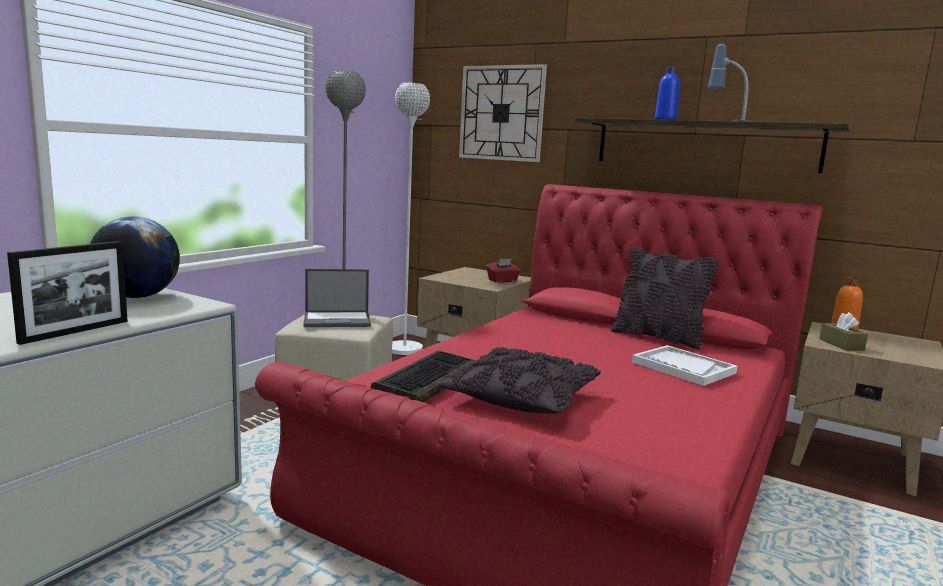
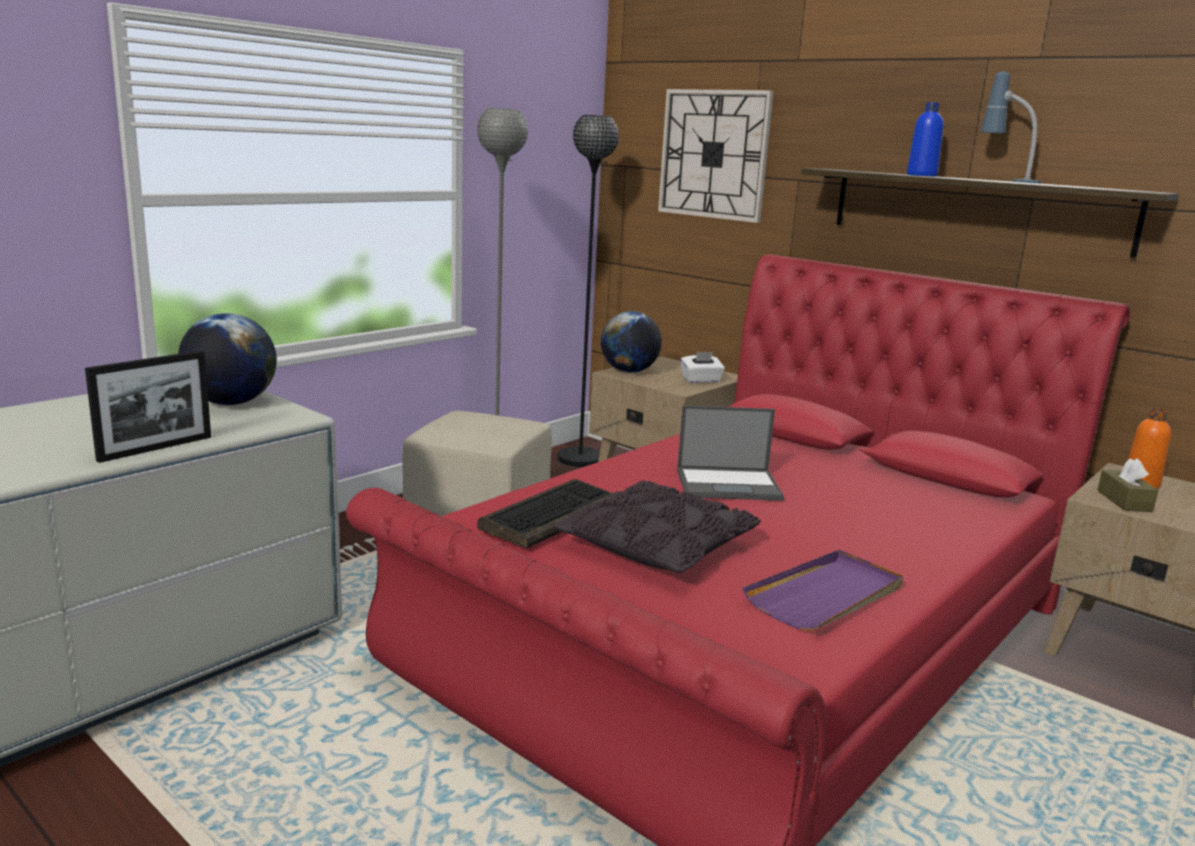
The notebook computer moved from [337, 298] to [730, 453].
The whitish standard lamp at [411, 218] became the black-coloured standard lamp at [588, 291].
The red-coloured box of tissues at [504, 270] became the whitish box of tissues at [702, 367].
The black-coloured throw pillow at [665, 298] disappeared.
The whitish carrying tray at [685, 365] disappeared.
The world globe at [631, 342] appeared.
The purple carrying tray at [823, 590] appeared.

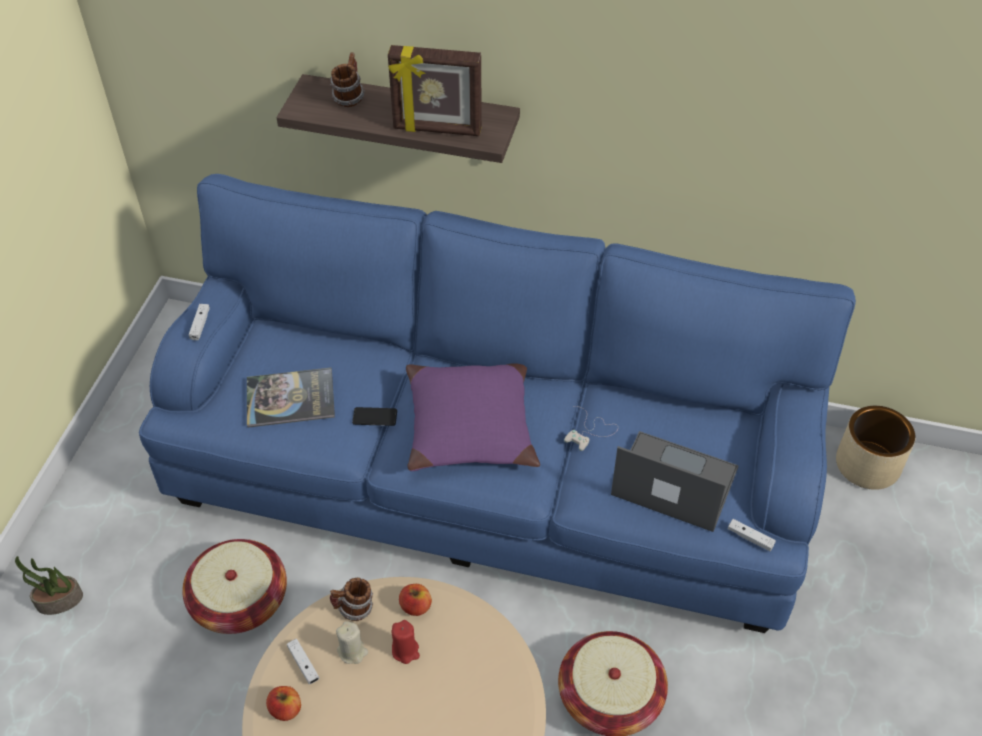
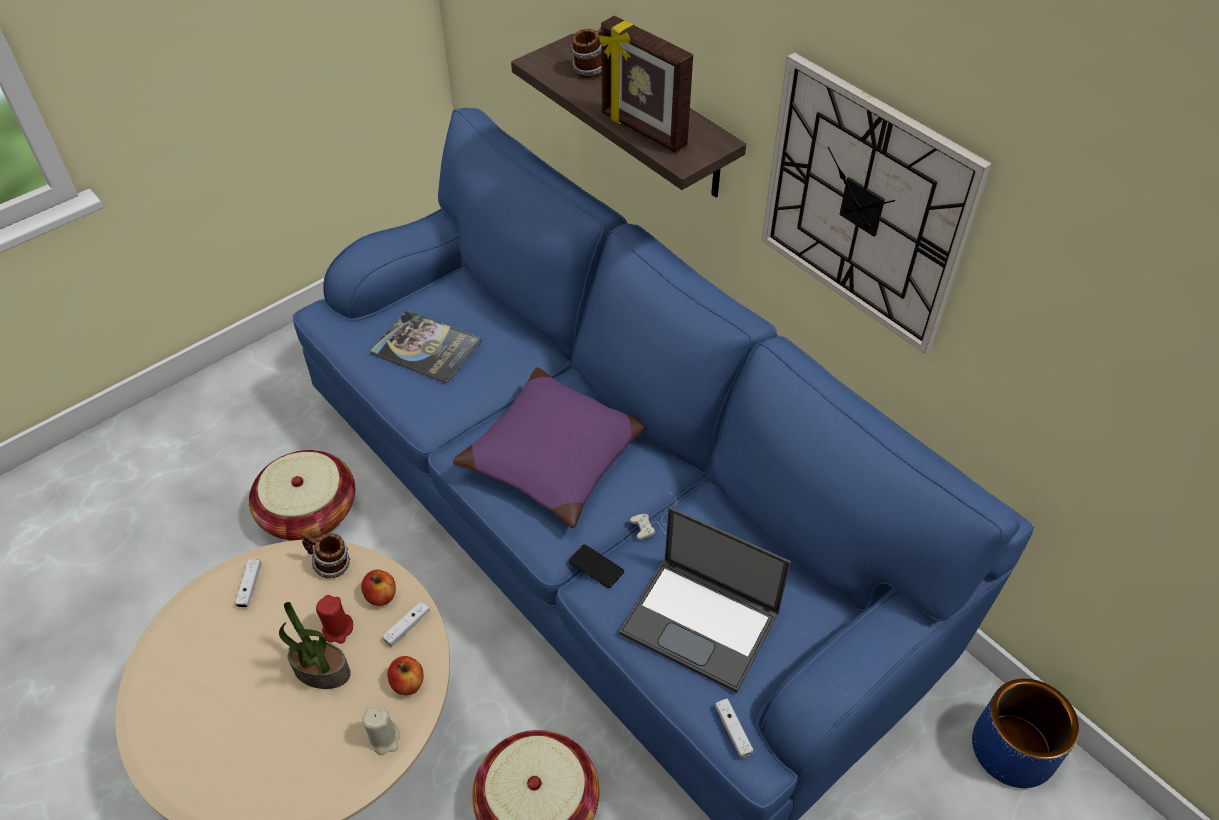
The plant in a pot moved from [49, 585] to [315, 645].
The whitish gamepad moved from [199, 322] to [406, 624].
The apple moved from [283, 703] to [405, 675].
The beige-coloured wax candle moved from [352, 642] to [381, 730].
The handset moved from [374, 416] to [596, 566].
The notebook computer at [675, 481] turned 150 degrees clockwise.
The beige-coloured plant pot at [876, 447] became the blue-coloured plant pot at [1025, 733].
The wall clock at [876, 203] appeared.

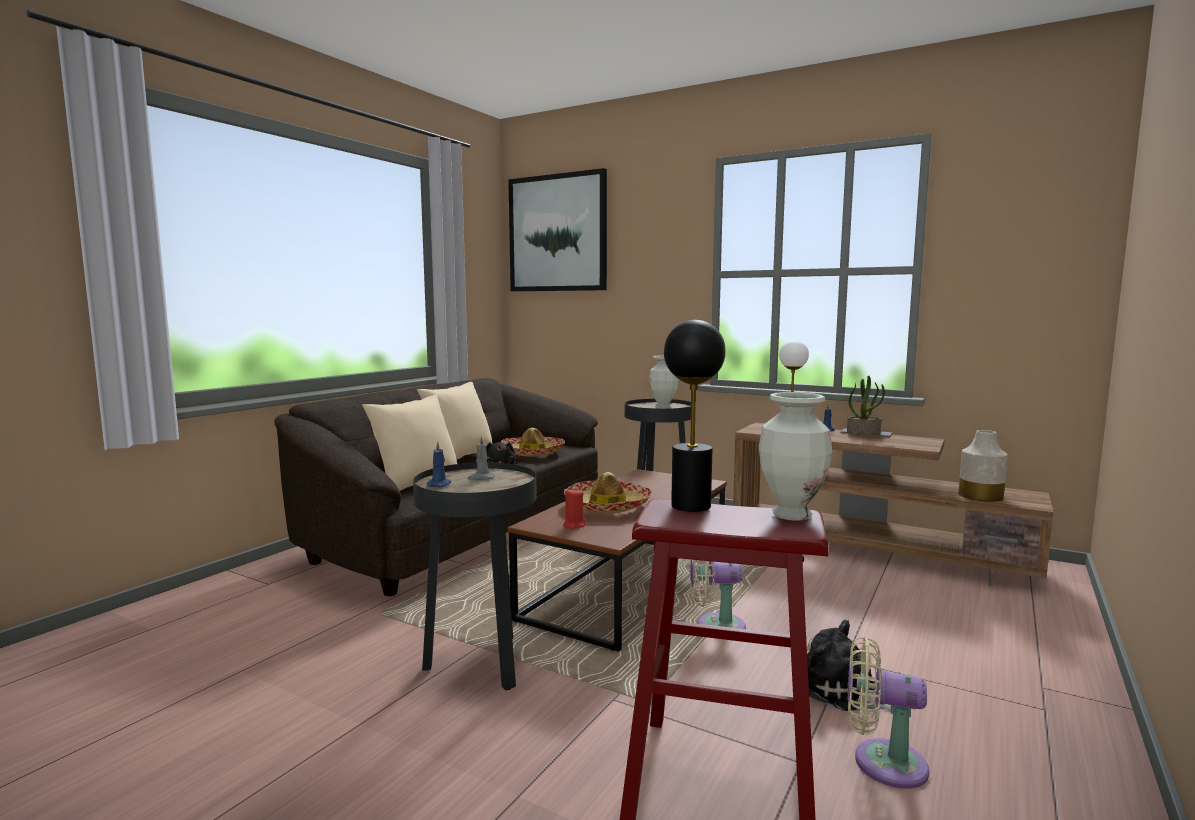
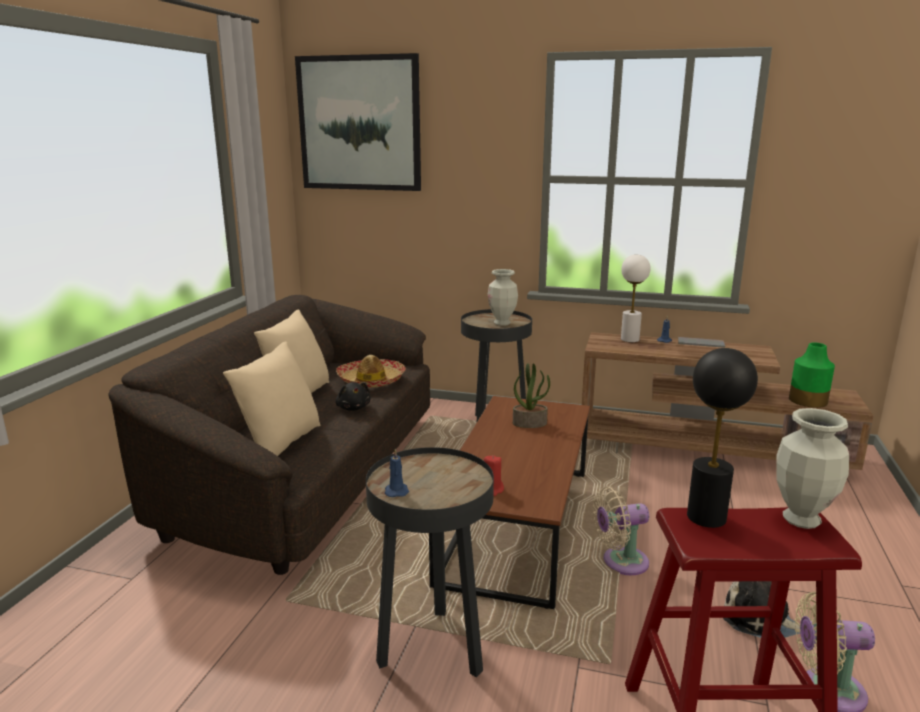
The grey wax candle at [481, 458] disappeared.
The clothing hat at [608, 492] disappeared.
The plant in a pot moved from [866, 405] to [531, 395].
The beige-coloured decorative vase at [983, 466] became the greenish decorative vase at [812, 375].

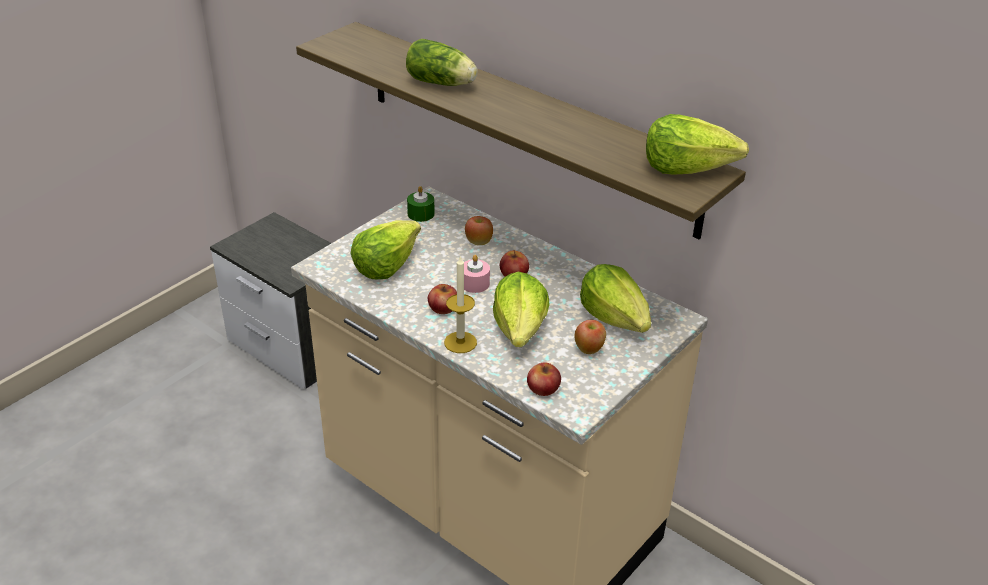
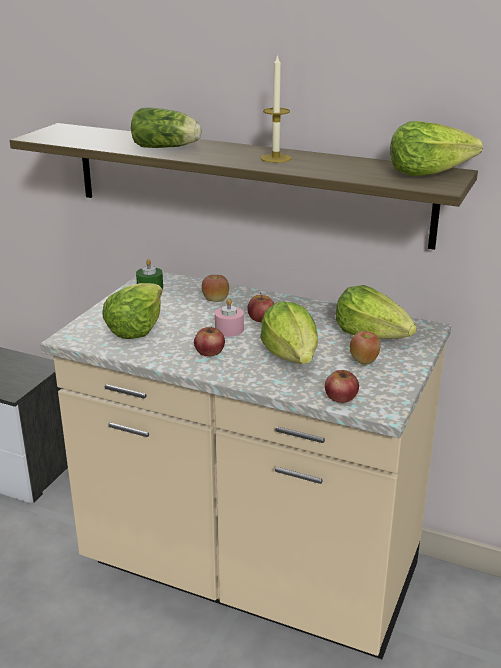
The wax candle moved from [460, 304] to [276, 108].

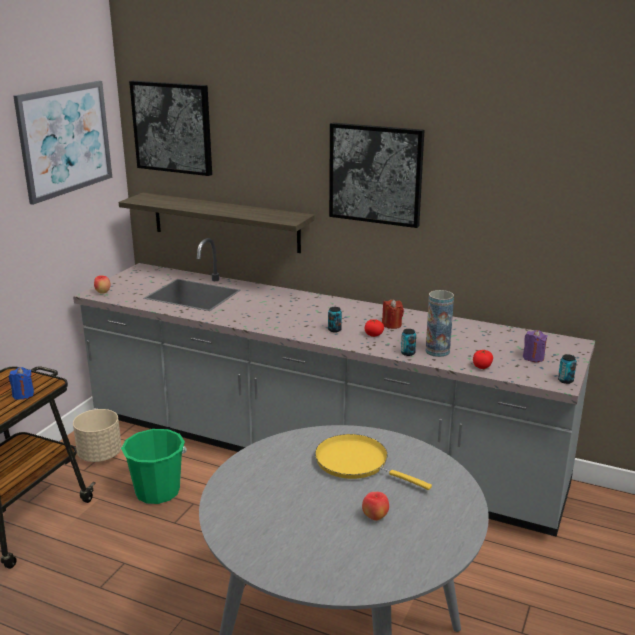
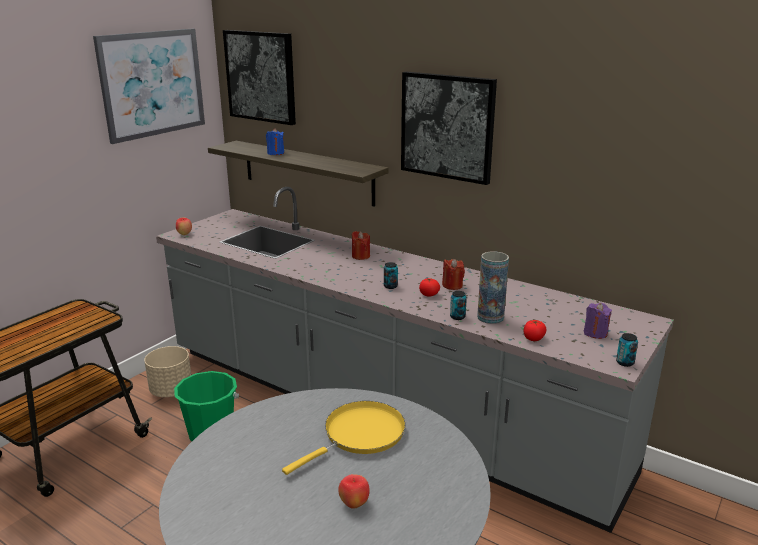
The blue-coloured wax candle moved from [21, 383] to [275, 141].
The yellow frying pan at [373, 462] turned 90 degrees clockwise.
The red-coloured wax candle at [361, 245] appeared.

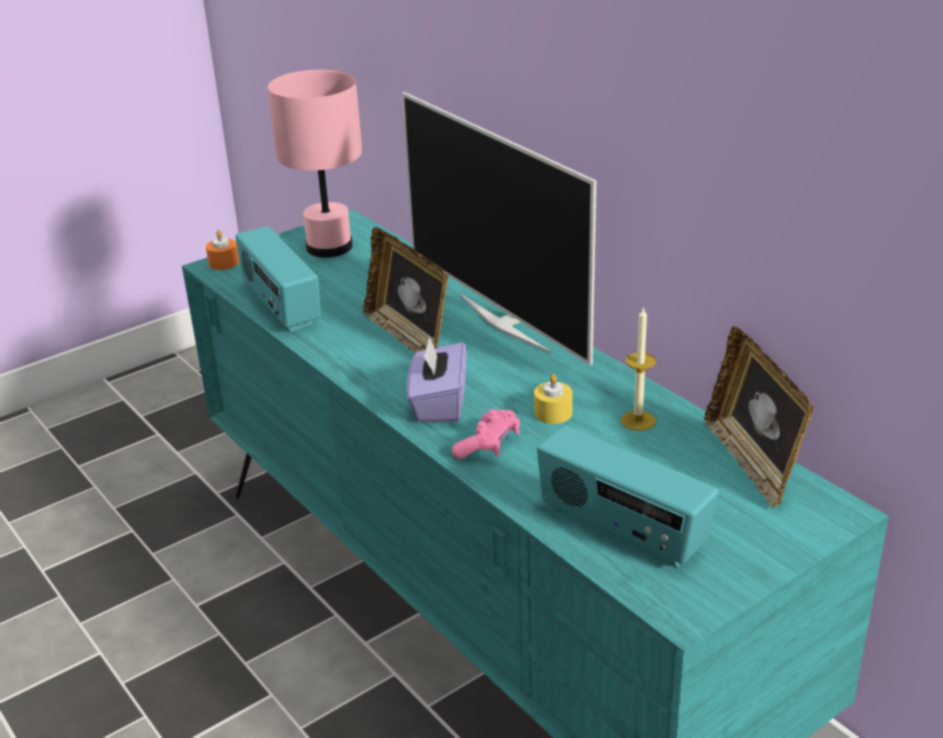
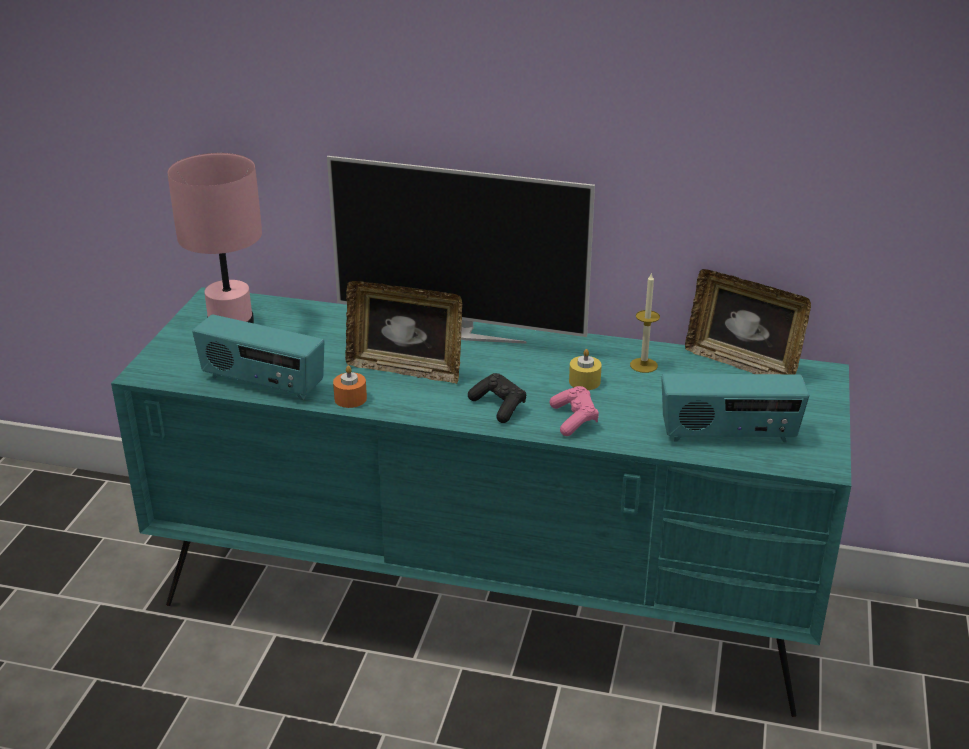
The orangey wax candle moved from [222, 250] to [350, 387].
The purple box of tissues at [437, 379] was replaced by the black-coloured gamepad at [497, 398].

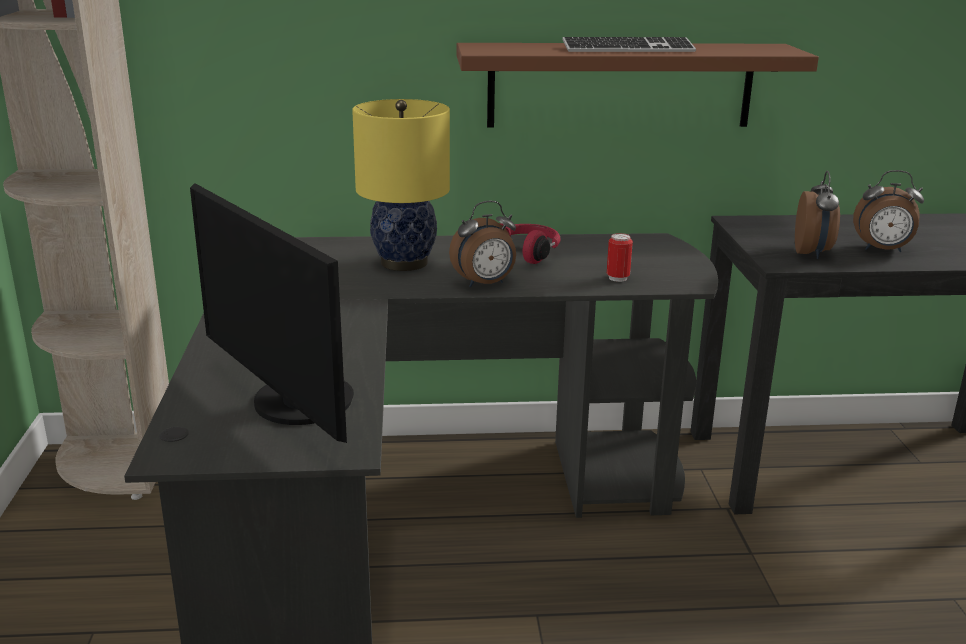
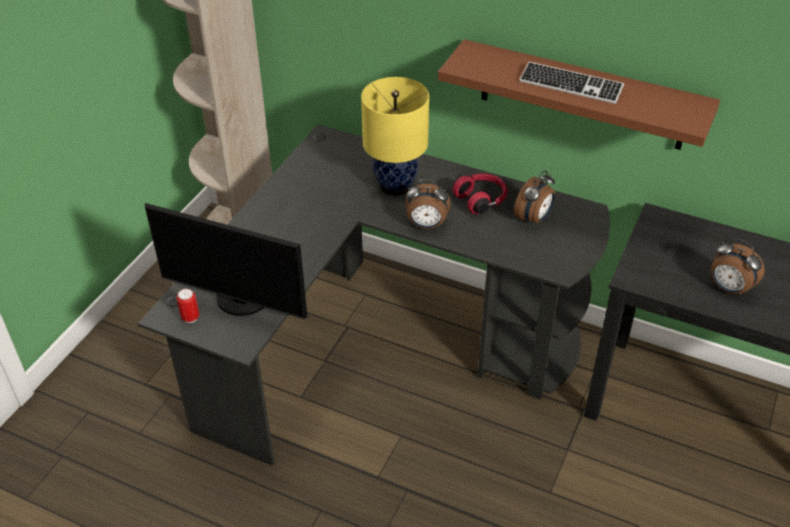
The computer screen at [272, 313] turned 60 degrees counterclockwise.
The metal can moved from [620, 257] to [188, 306].
The alarm clock moved from [817, 215] to [534, 198].

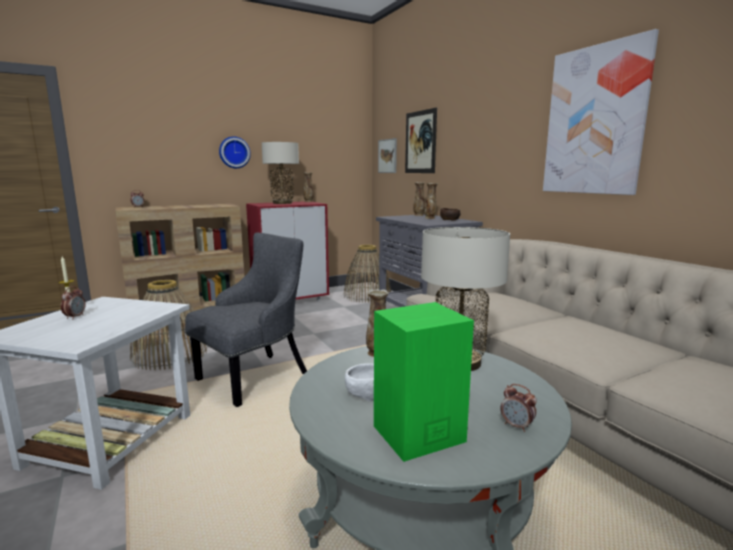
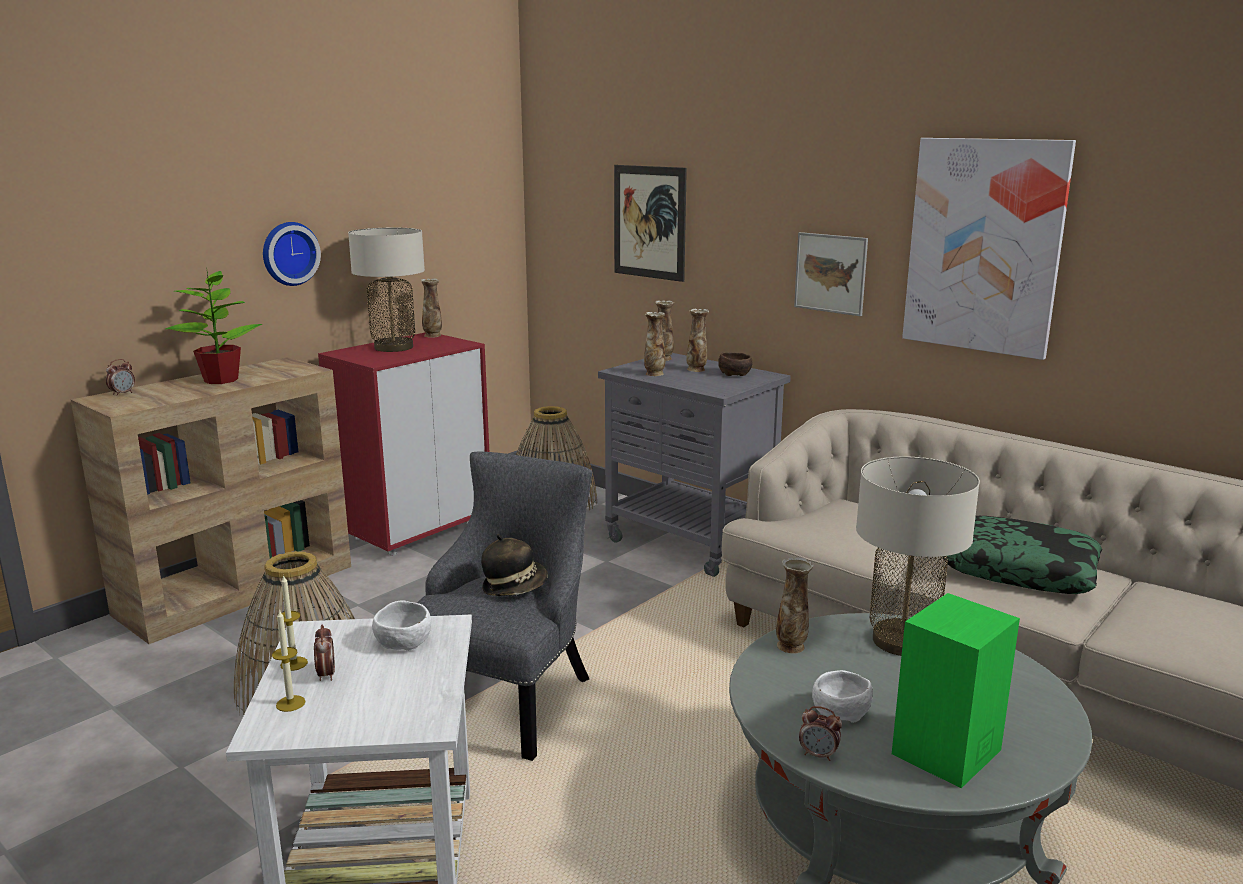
The picture moved from [387, 155] to [831, 274].
The alarm clock moved from [518, 408] to [820, 733].
The plant in a pot at [214, 325] appeared.
The wax candle at [289, 661] appeared.
The whitish bowl at [401, 625] appeared.
The clothing hat at [514, 565] appeared.
The decorative vase at [654, 344] appeared.
The throw pillow at [1022, 555] appeared.

